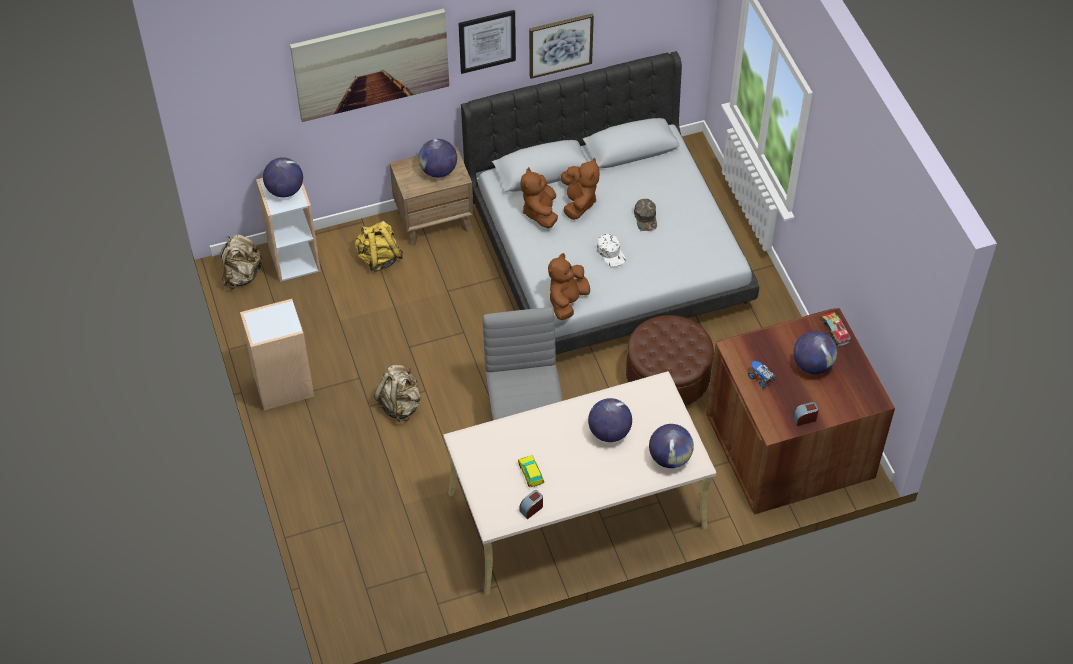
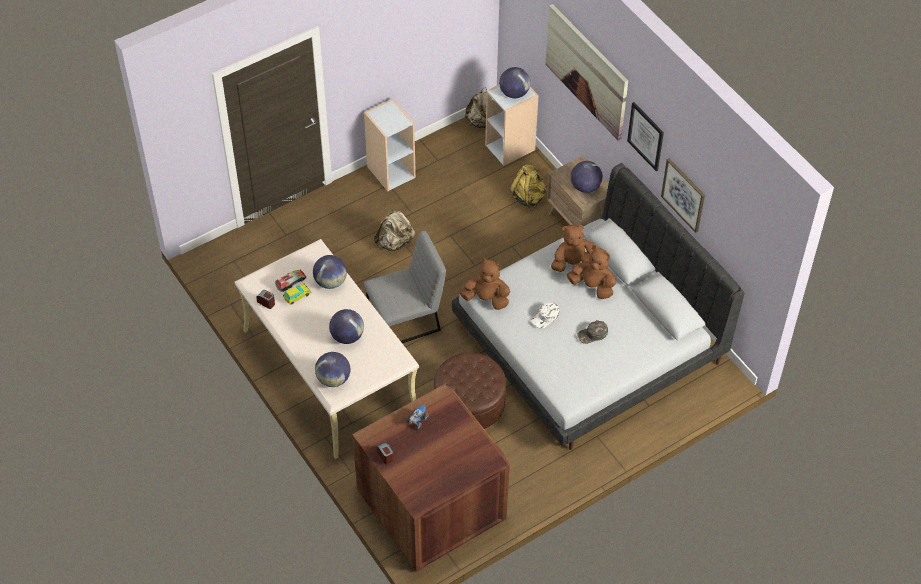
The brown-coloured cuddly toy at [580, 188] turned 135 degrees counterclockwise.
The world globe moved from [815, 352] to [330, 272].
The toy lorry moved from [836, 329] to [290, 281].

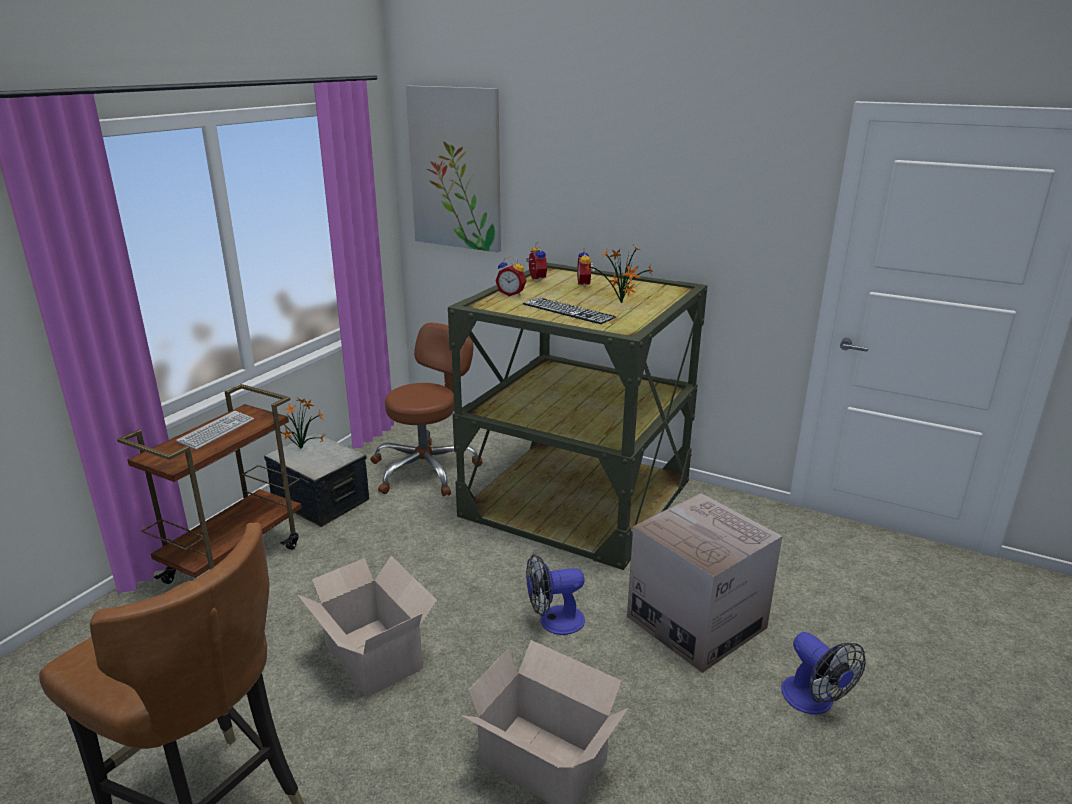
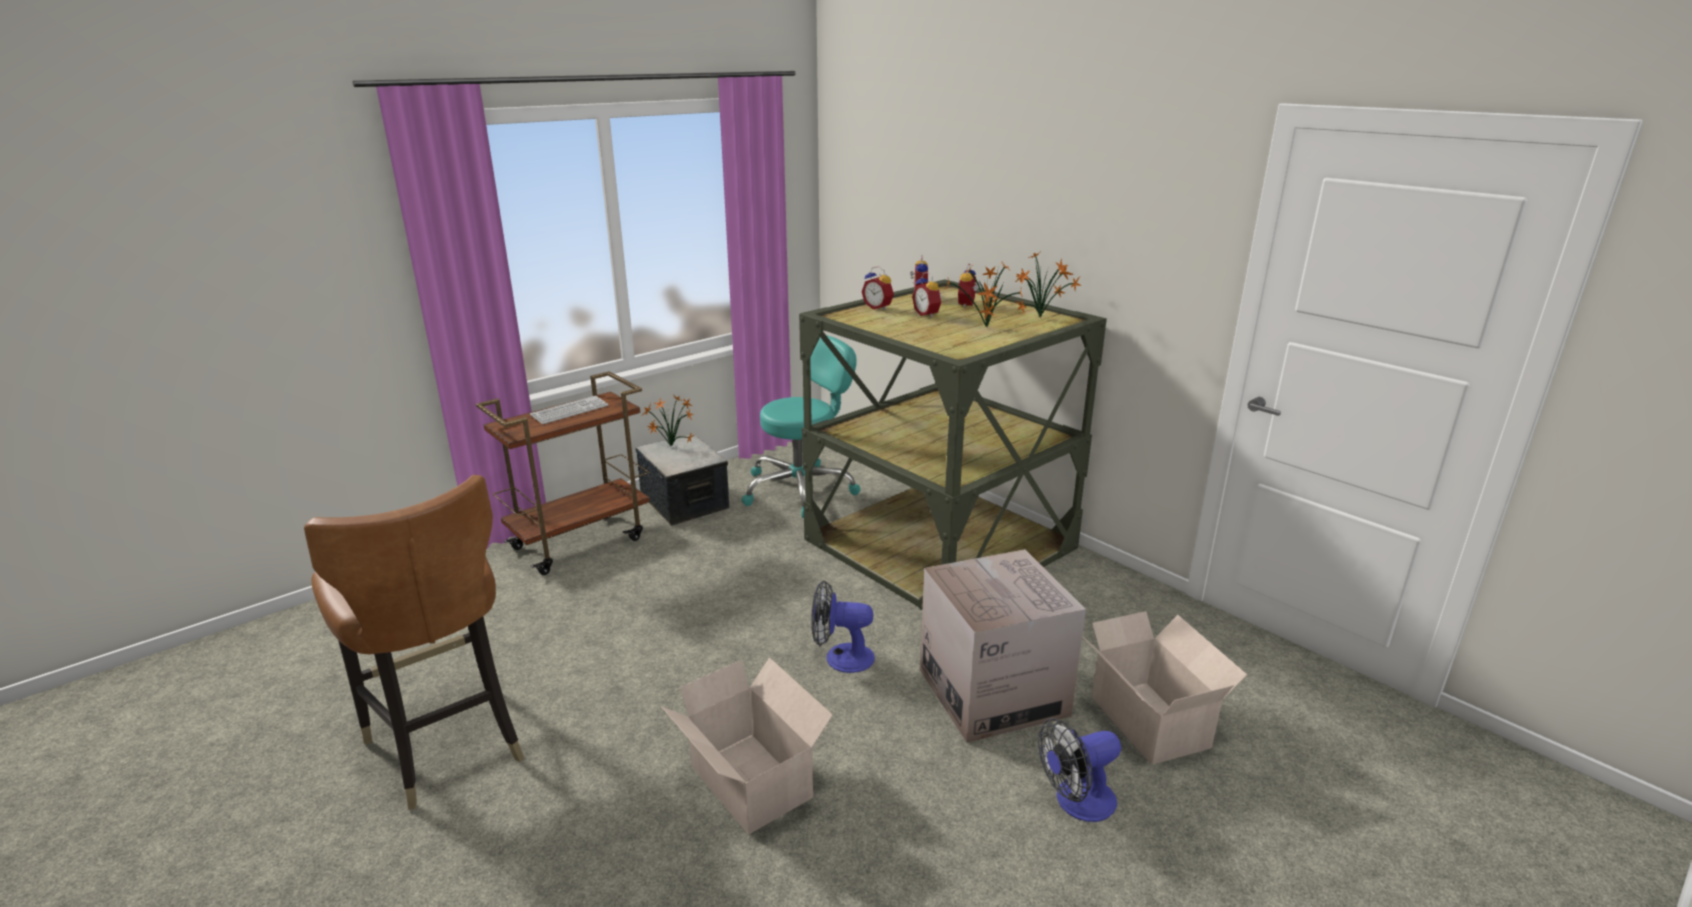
The cardboard box moved from [367, 627] to [1164, 688].
The brown-coloured desk chair at [427, 409] became the blue-green desk chair at [801, 426].
The picture at [453, 169] disappeared.
The PC keyboard at [569, 310] disappeared.
The electric fan at [823, 673] turned 75 degrees clockwise.
The alarm clock at [927, 295] appeared.
The plant in a pot at [1048, 283] appeared.

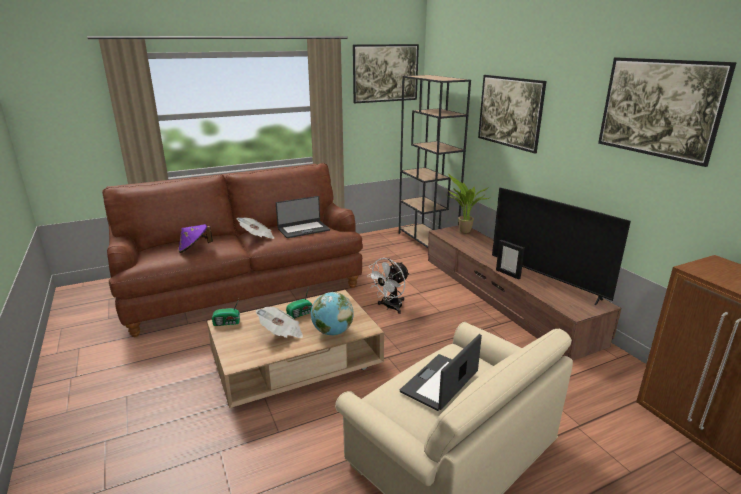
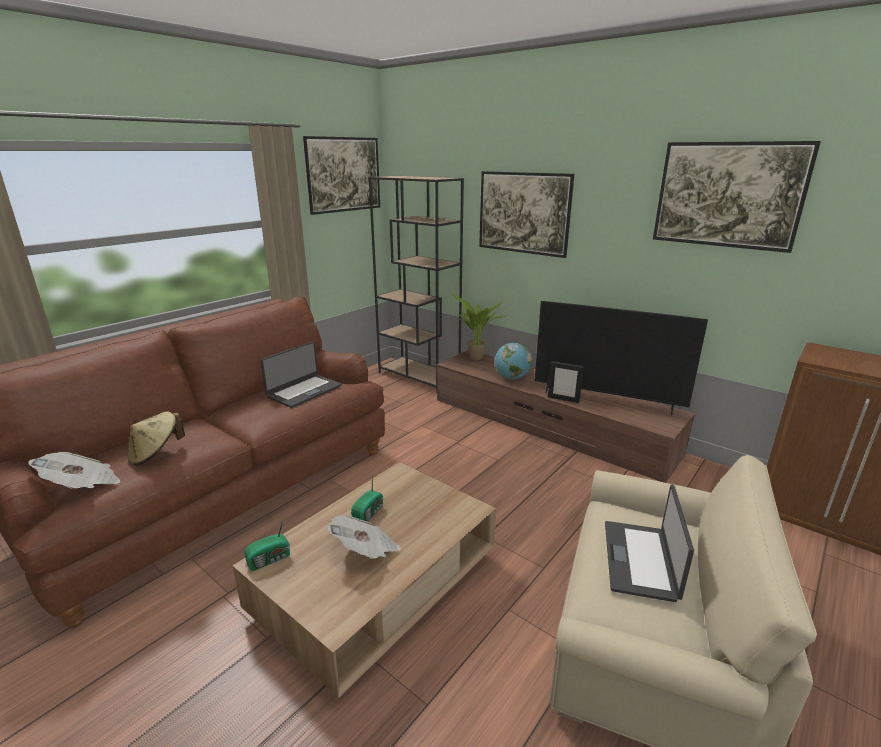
The purple clothing hat at [195, 238] became the beige-coloured clothing hat at [156, 438].
The newspaper moved from [256, 228] to [74, 470].
The world globe moved from [332, 313] to [513, 361].
The whitish electric fan at [388, 286] disappeared.

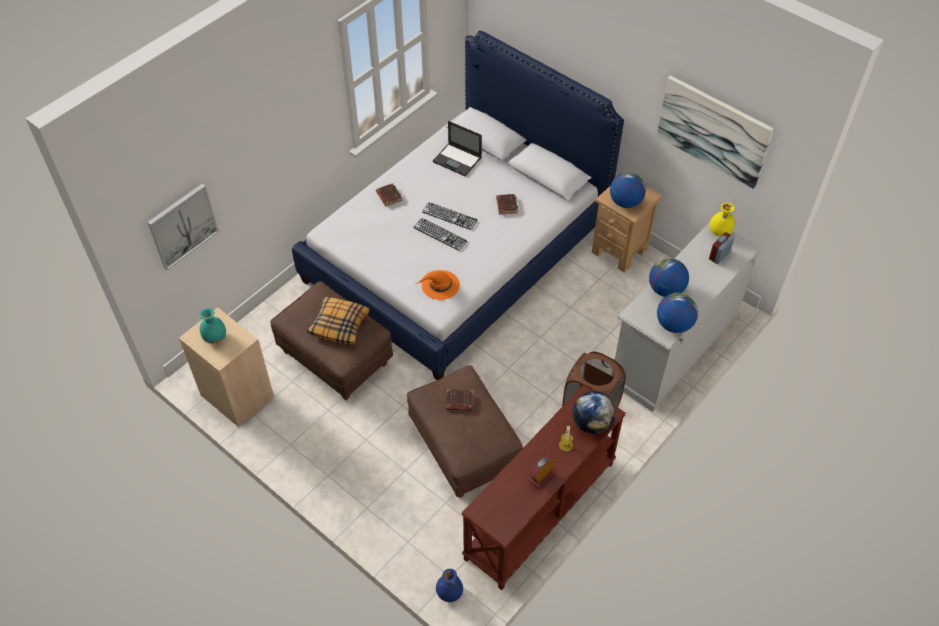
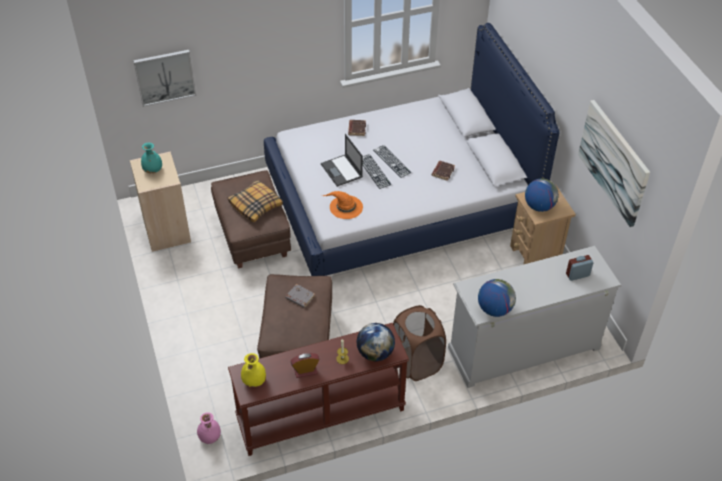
The notebook computer moved from [457, 149] to [342, 160].
The blue-coloured decorative vase at [449, 585] became the pink-coloured decorative vase at [209, 428].
The brown-coloured volume at [459, 400] became the grey volume at [300, 296].
The world globe at [669, 277] disappeared.
The yellow decorative vase moved from [722, 219] to [253, 370].

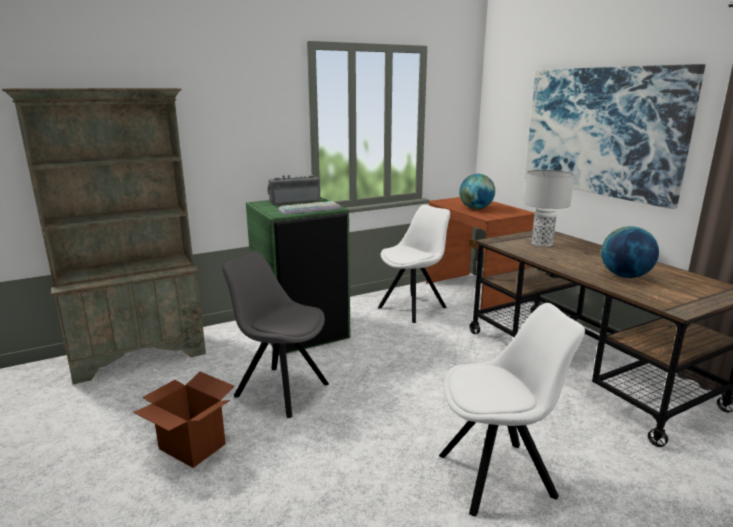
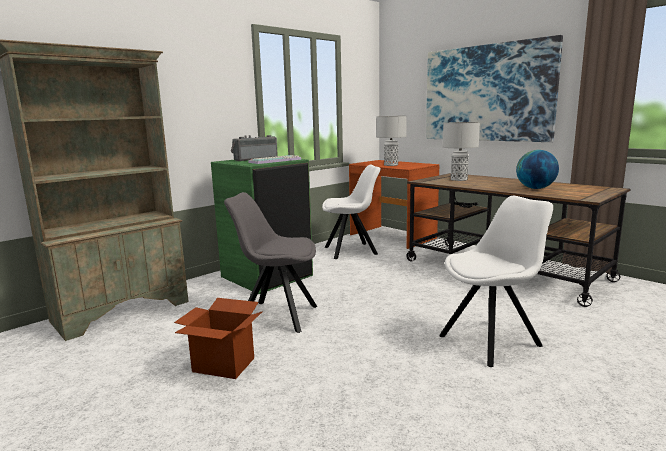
The whitish chair at [414, 264] turned 45 degrees clockwise.
The world globe at [477, 191] was replaced by the whitish tabletop lamp at [391, 141].

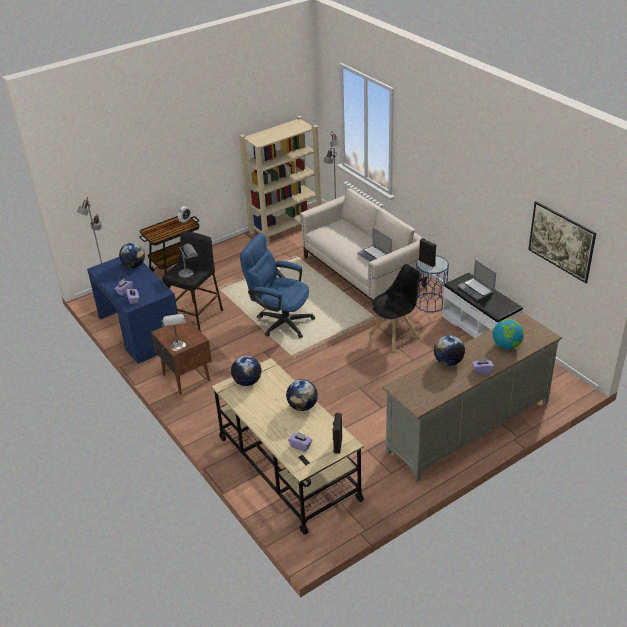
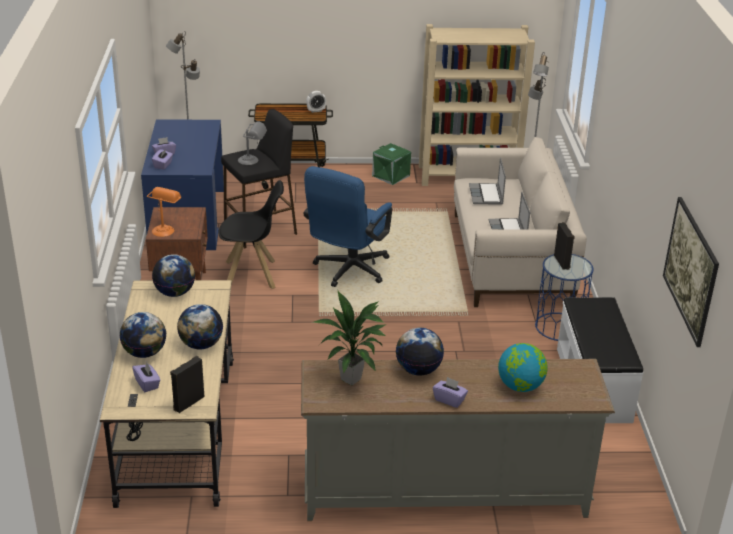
The world globe moved from [132, 255] to [142, 335].
The whitish tabletop lamp at [173, 332] became the orangey tabletop lamp at [164, 212].
The blue-coloured desk chair at [277, 285] turned 120 degrees counterclockwise.
The black-coloured chair moved from [395, 308] to [251, 234].
The notebook computer moved from [476, 279] to [487, 181].
The plant in a pot at [350, 338] appeared.
The greenish storage box at [391, 164] appeared.

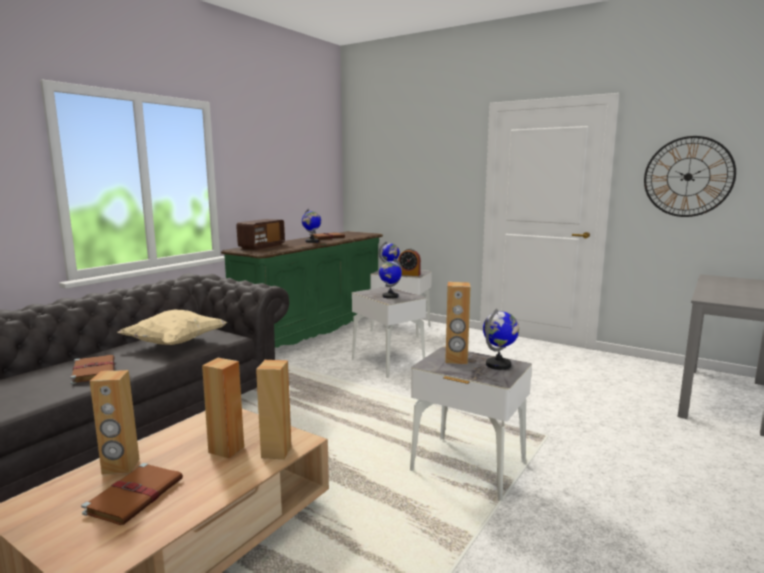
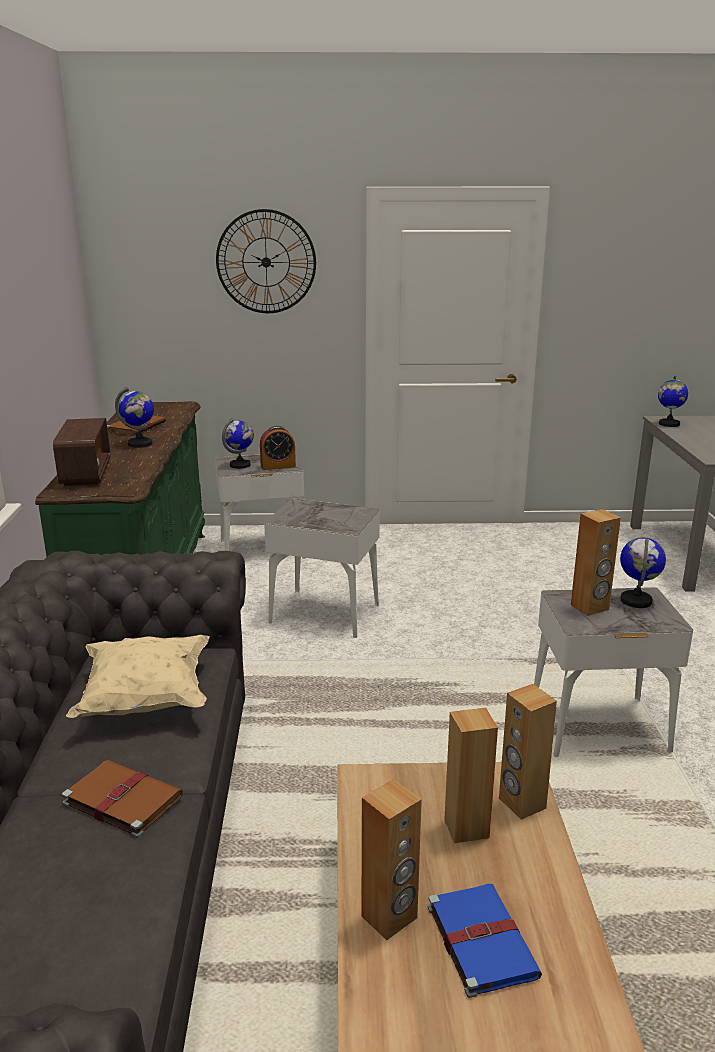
The brown-coloured volume at [132, 494] became the blue-coloured volume at [485, 941].
The world globe moved from [390, 278] to [673, 401].
The wall clock moved from [690, 176] to [266, 261].

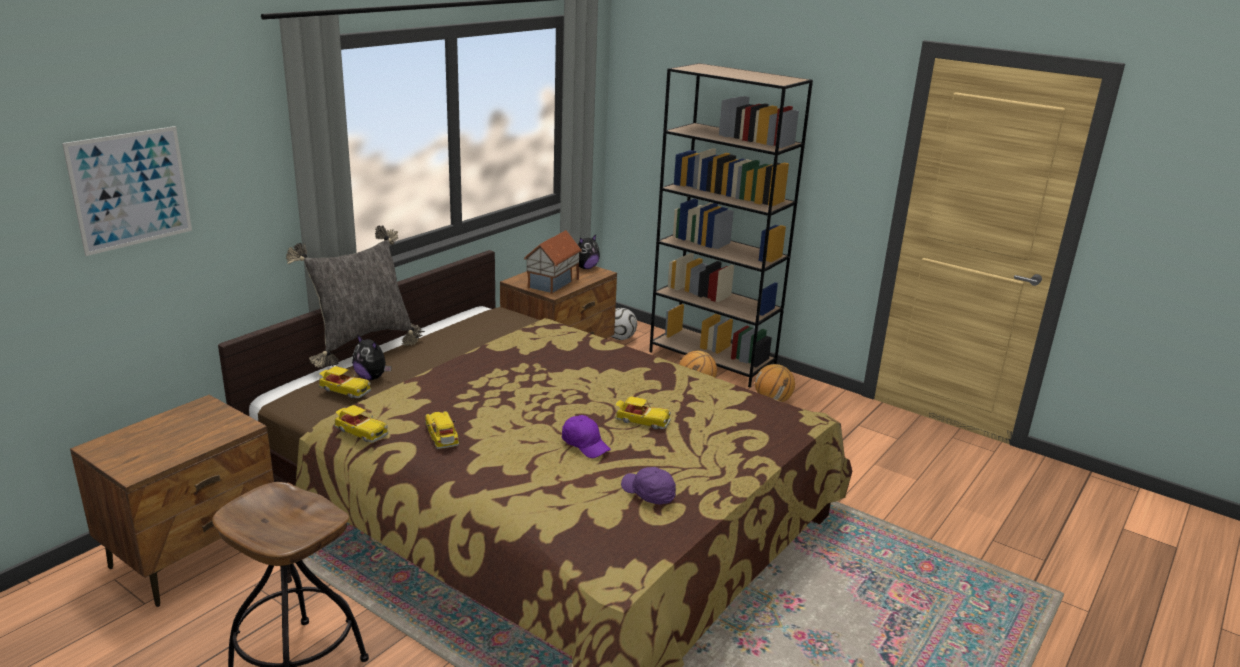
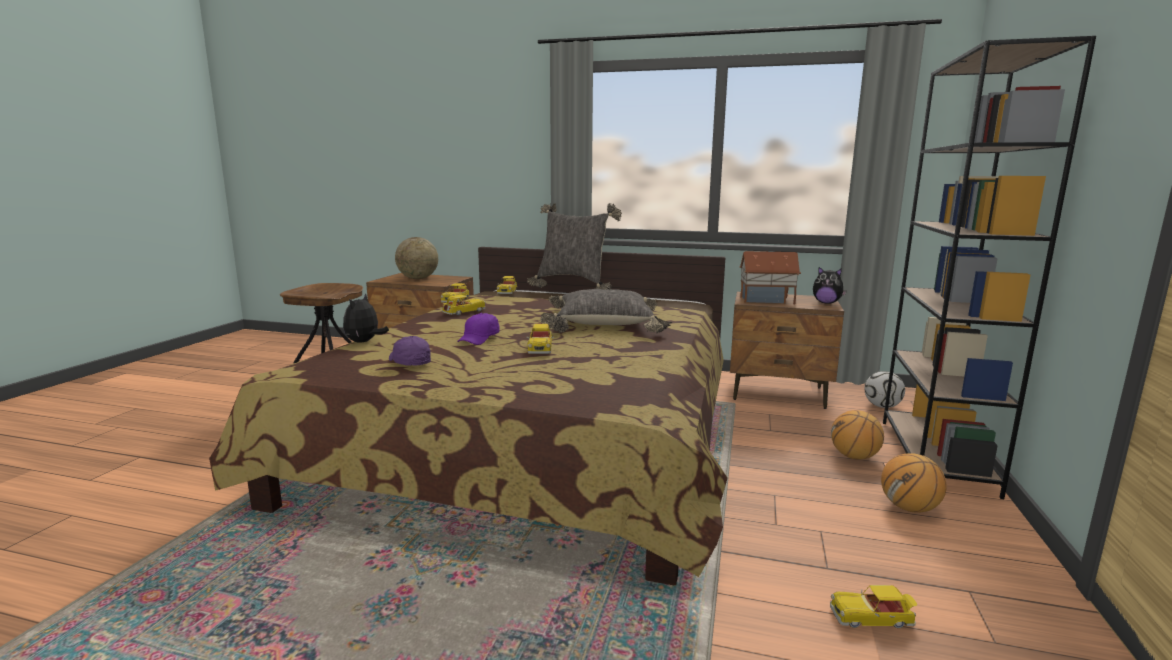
The picture at [127, 191] disappeared.
The cuddly toy moved from [372, 357] to [366, 318].
The purple peaked cap at [648, 486] turned 60 degrees counterclockwise.
The world globe at [416, 258] appeared.
The throw pillow at [606, 311] appeared.
The toy car at [873, 606] appeared.

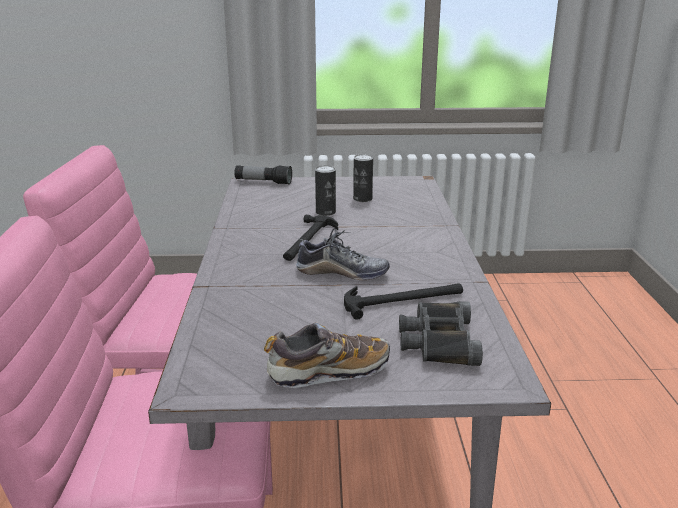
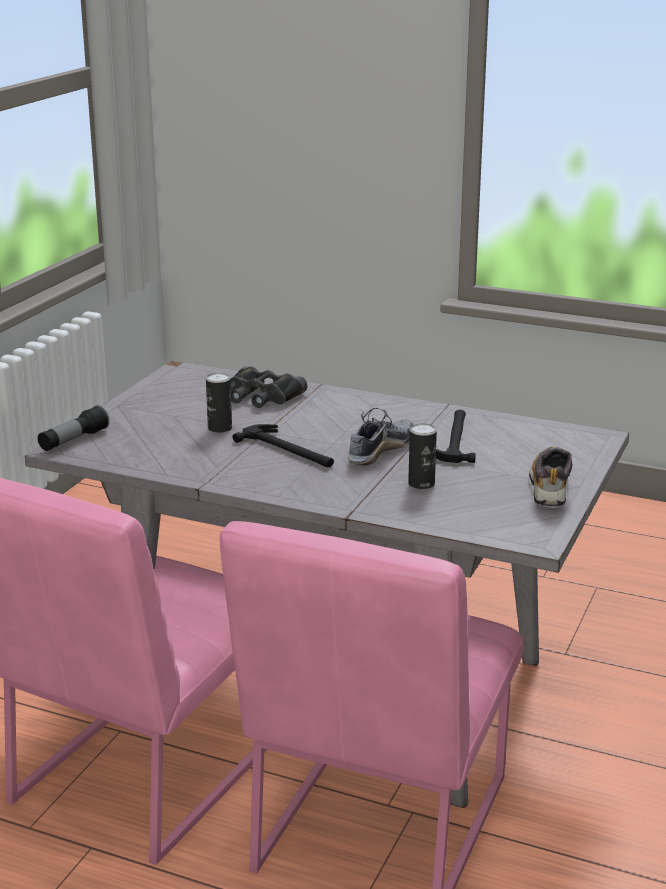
The metal can moved from [363, 178] to [422, 456].
The black-coloured pair of binoculars moved from [441, 333] to [269, 387].

